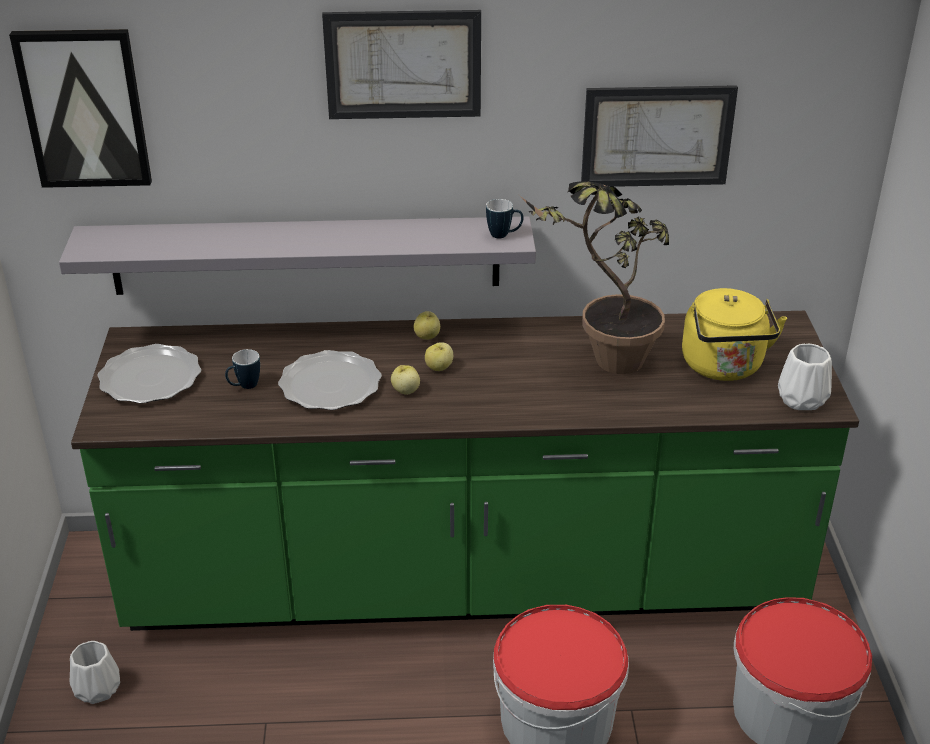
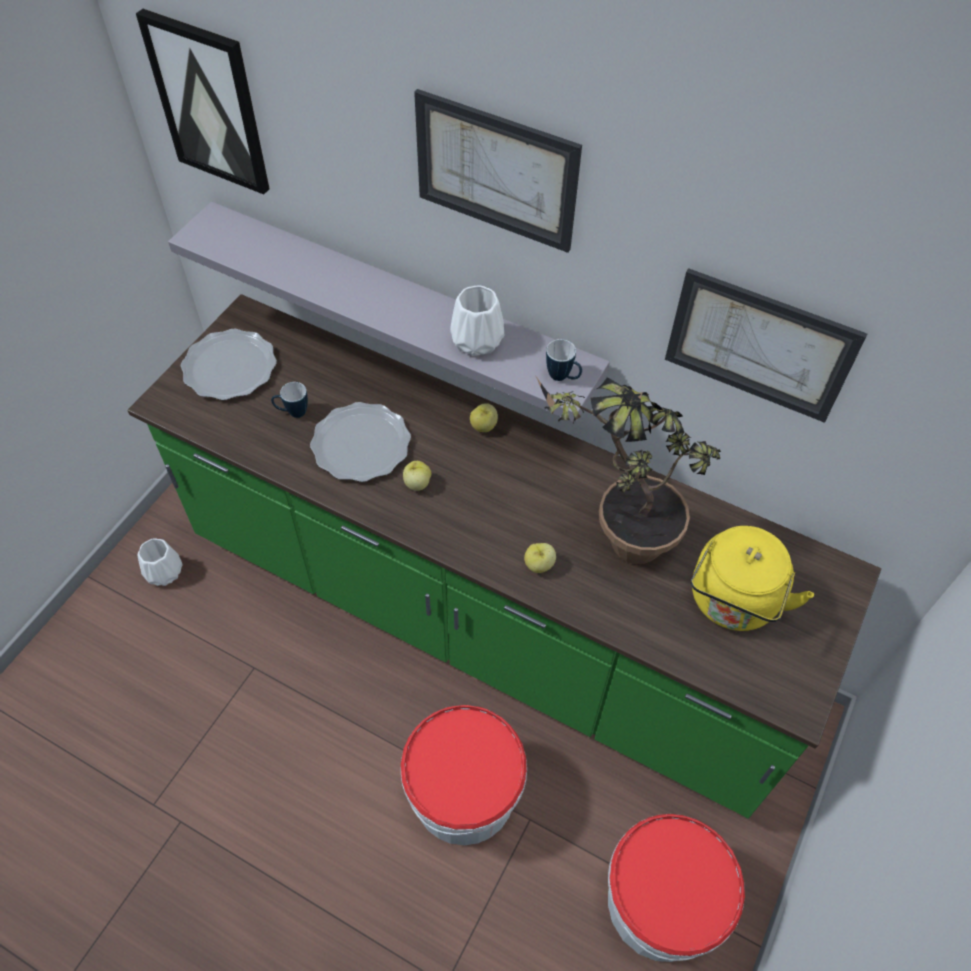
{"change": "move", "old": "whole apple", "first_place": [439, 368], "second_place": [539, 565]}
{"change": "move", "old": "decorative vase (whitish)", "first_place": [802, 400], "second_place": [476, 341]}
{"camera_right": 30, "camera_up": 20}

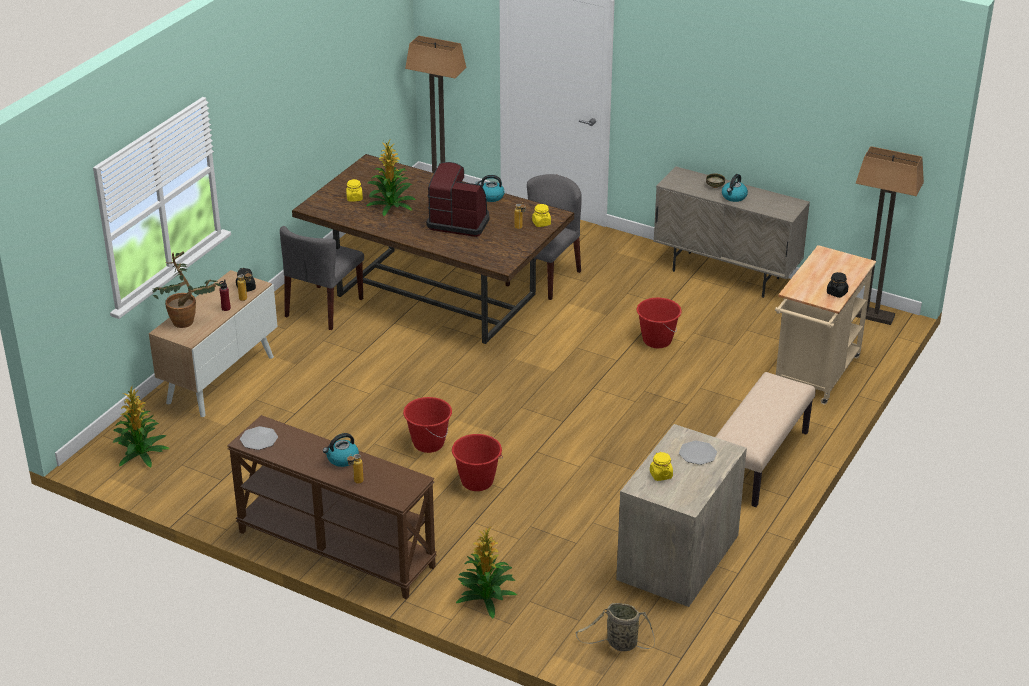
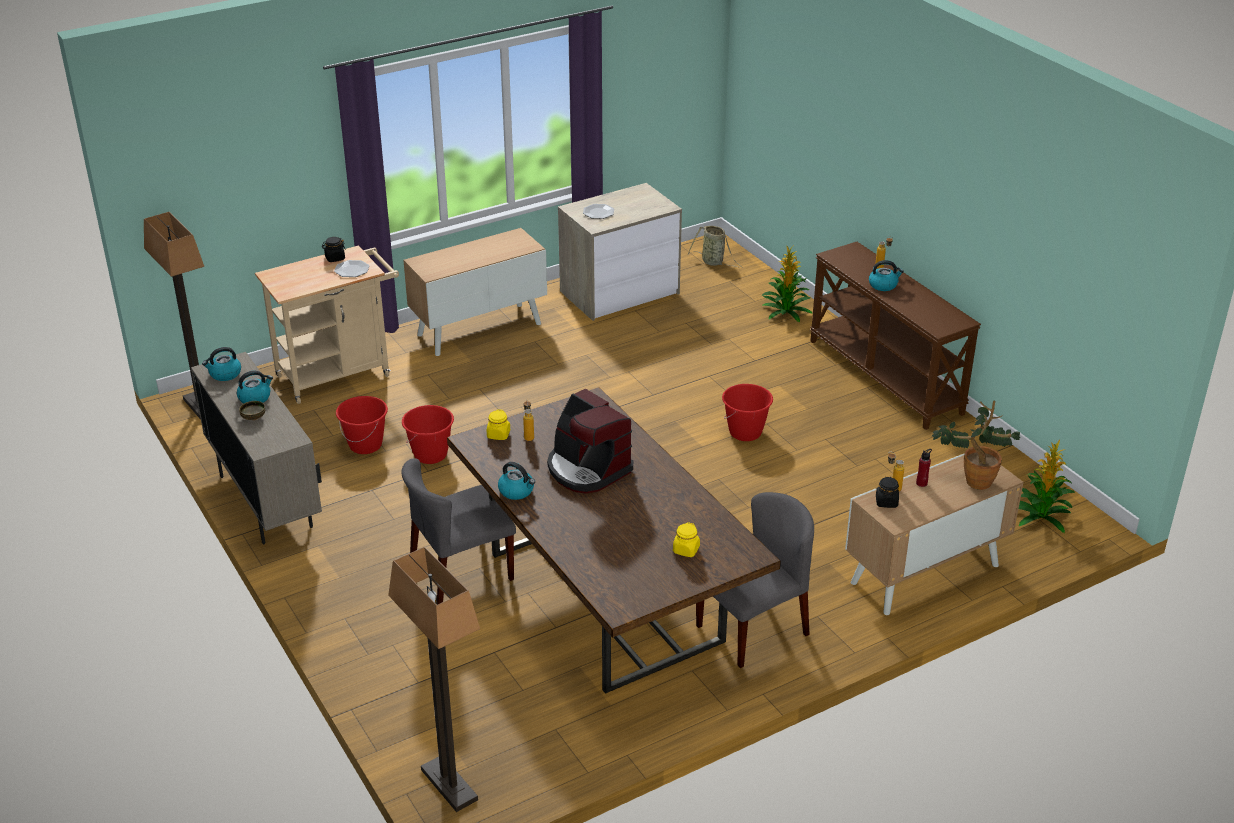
{"change": "delete", "old": "potted plant", "first_place": [391, 206]}
{"change": "delete", "old": "jar (yellowish)", "first_place": [660, 475]}
{"change": "insert", "new": "water kettle", "second_place": [225, 374]}
{"change": "move", "old": "flat dish", "first_place": [259, 439], "second_place": [351, 270]}
{"change": "move", "old": "pail (red-coloured)", "first_place": [477, 482], "second_place": [366, 445]}
{"change": "replace", "old": "long seat (sand-coloured)", "new": "cupboard", "first_place": [759, 462], "second_place": [479, 329]}
{"camera_right": -150, "camera_up": 0}

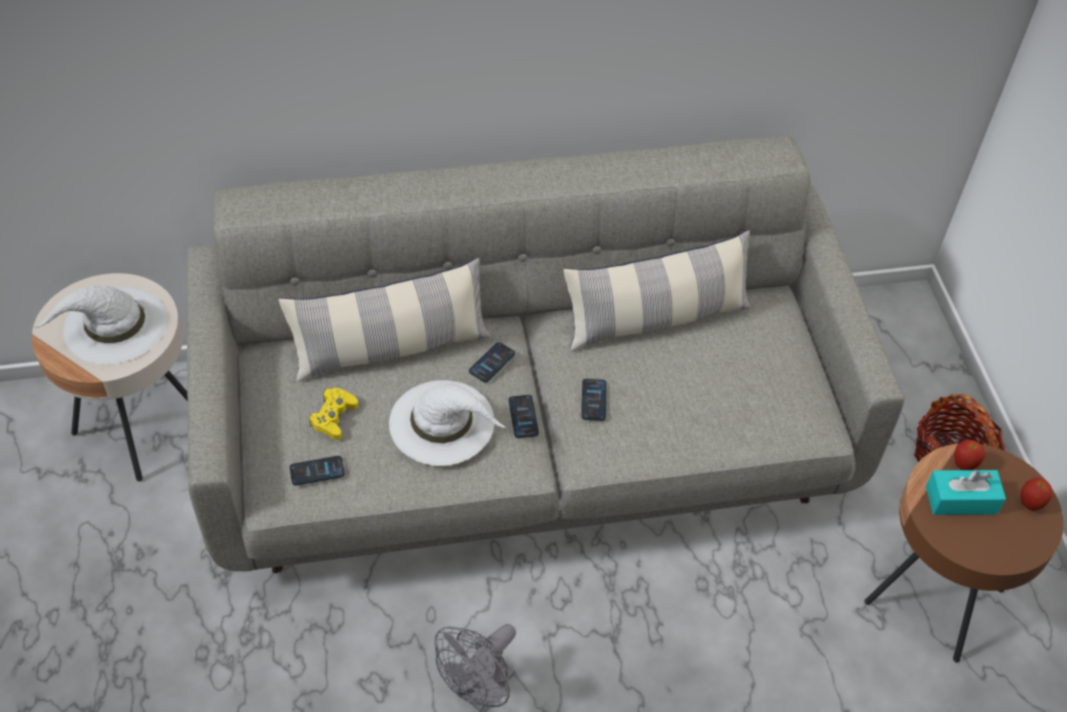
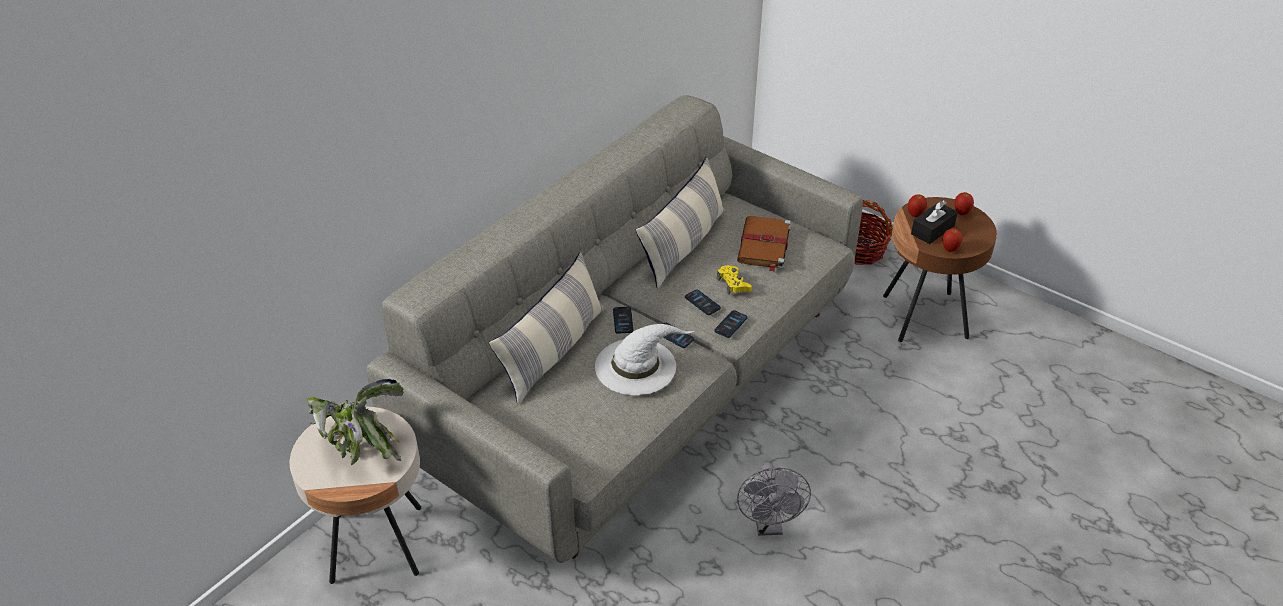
{"change": "insert", "new": "volume (brown)", "second_place": [764, 245]}
{"change": "insert", "new": "whole apple", "second_place": [950, 249]}
{"change": "move", "old": "telephone", "first_place": [317, 471], "second_place": [730, 324]}
{"change": "move", "old": "joypad (yellowish)", "first_place": [334, 417], "second_place": [733, 284]}
{"change": "replace", "old": "clothing hat (whitish)", "new": "potted plant", "first_place": [114, 326], "second_place": [360, 447]}
{"change": "recolor", "old": "tissue holder (blue-green)", "new": "tissue holder (black-coloured)", "first_place": [961, 500], "second_place": [932, 230]}
{"camera_right": -40, "camera_up": -10}

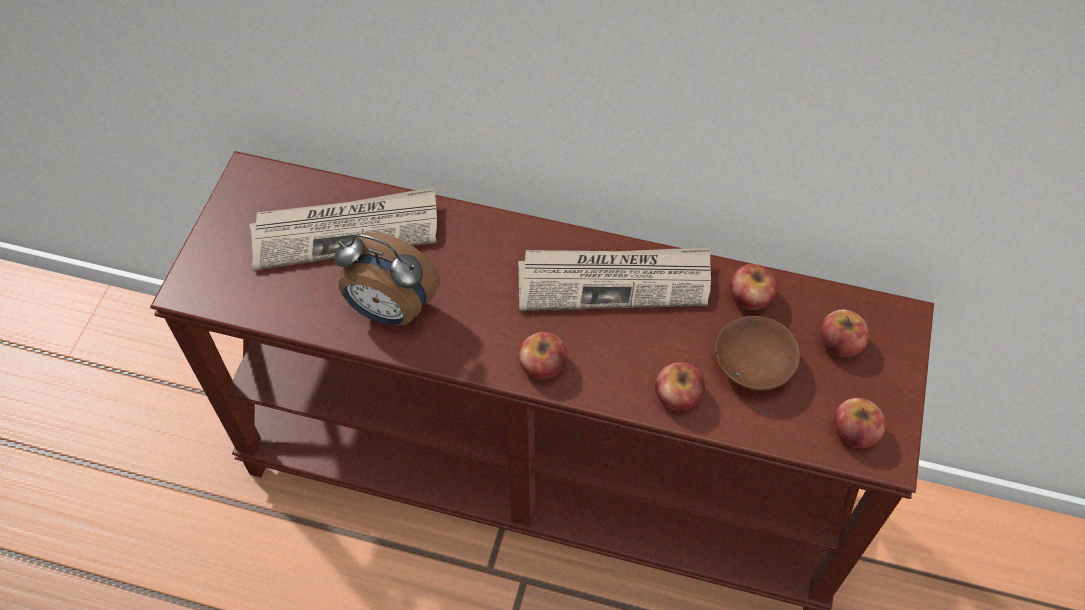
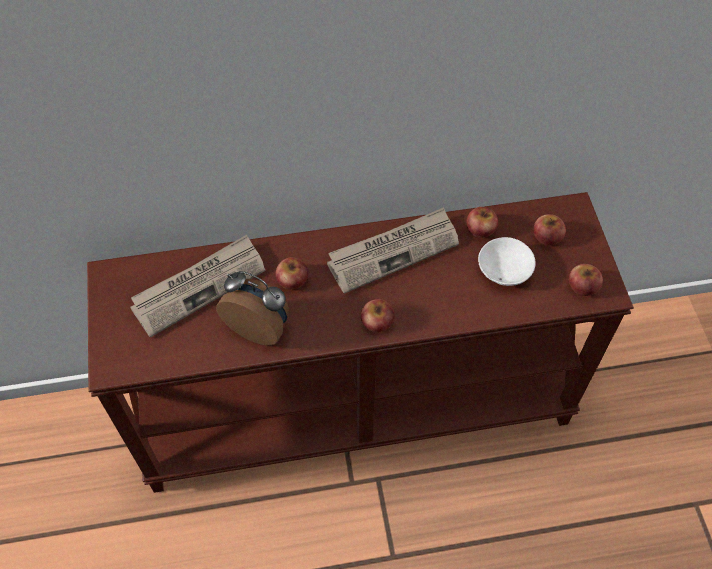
{"change": "move", "old": "whole apple", "first_place": [678, 394], "second_place": [292, 279]}
{"change": "recolor", "old": "bowl (brown)", "new": "bowl (whitish)", "first_place": [756, 365], "second_place": [506, 269]}
{"change": "rotate", "old": "table clock", "first_place": [390, 310], "second_place": [259, 326], "degrees": -150}
{"camera_right": -25, "camera_up": 0}

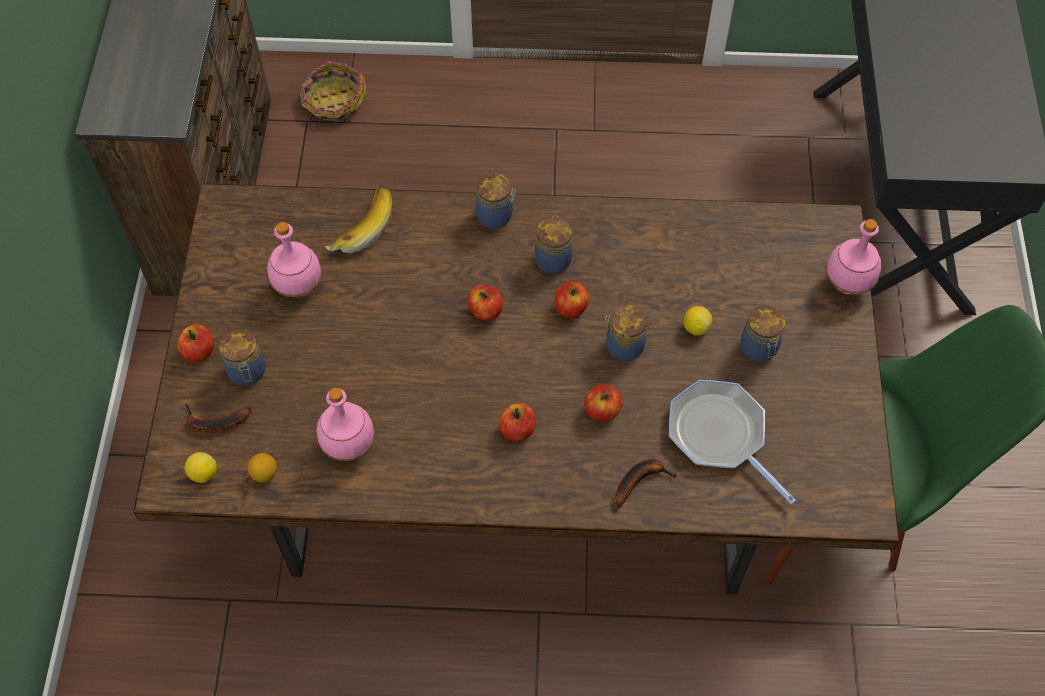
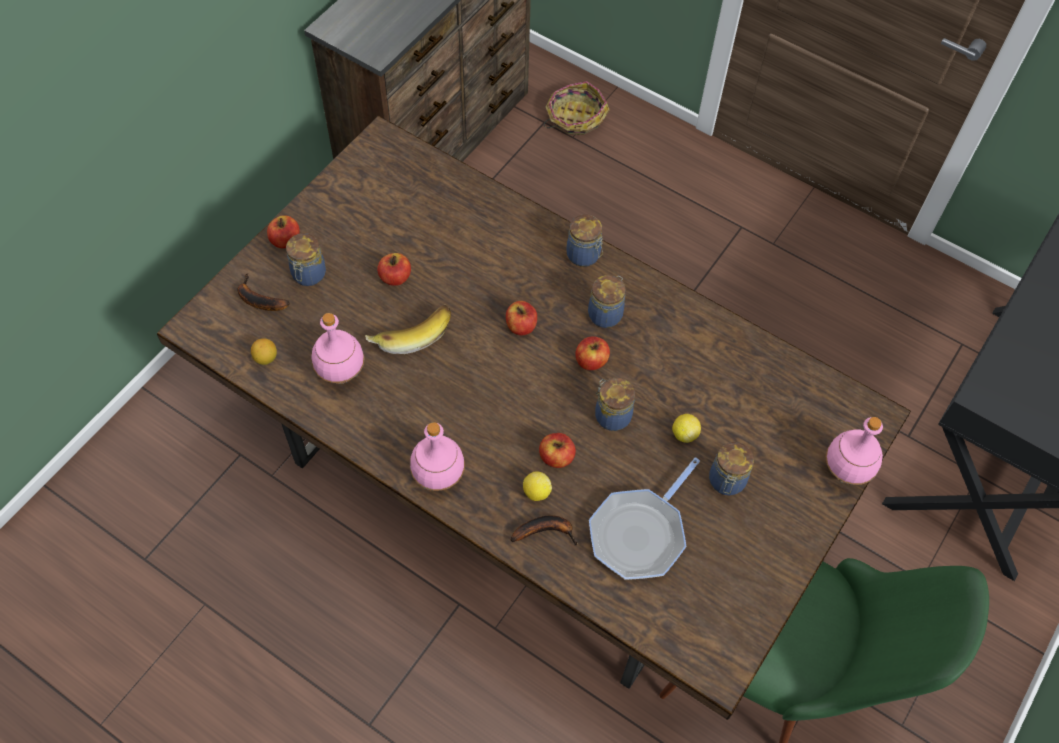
{"change": "move", "old": "citrus fruit", "first_place": [203, 473], "second_place": [536, 492]}
{"change": "move", "old": "drink bottle (pink-coloured)", "first_place": [298, 287], "second_place": [438, 476]}
{"change": "move", "old": "banana", "first_place": [360, 226], "second_place": [411, 332]}
{"change": "move", "old": "whole apple", "first_place": [517, 430], "second_place": [395, 277]}
{"change": "rotate", "old": "pan", "first_place": [720, 435], "second_place": [640, 533], "degrees": -135}
{"camera_right": 30, "camera_up": 0}

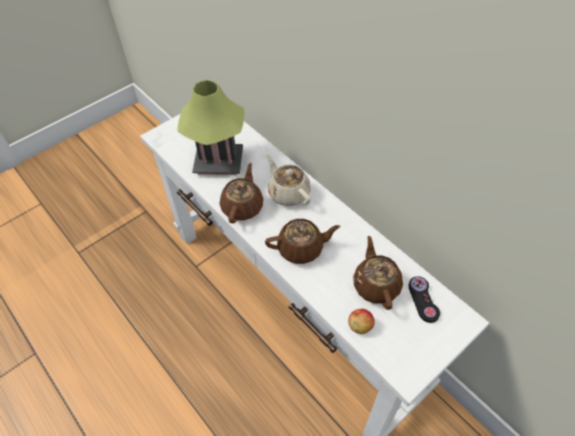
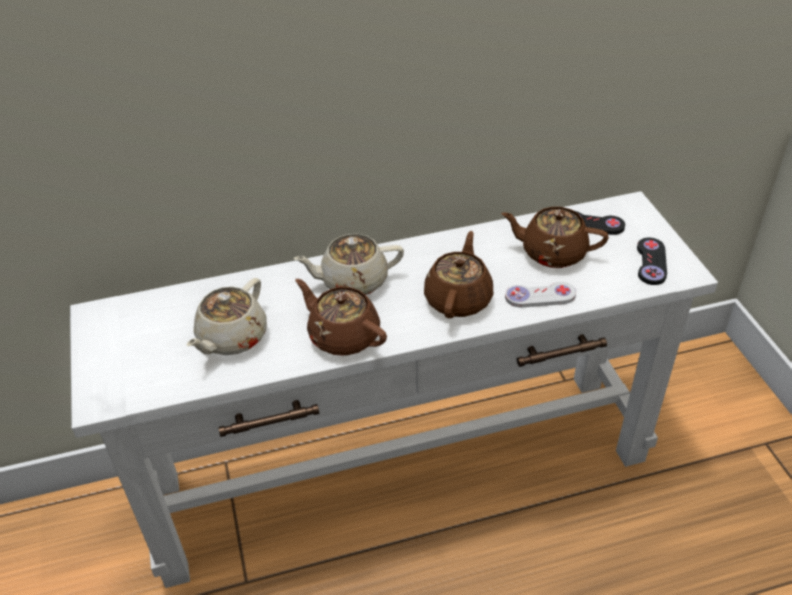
{"change": "delete", "old": "whole apple", "first_place": [360, 326]}
{"change": "insert", "new": "joypad (whitish)", "second_place": [540, 296]}
{"change": "insert", "new": "joypad (black-coloured)", "second_place": [651, 262]}
{"change": "replace", "old": "tabletop lamp", "new": "pot for tea (sand-coloured)", "first_place": [219, 162], "second_place": [231, 338]}
{"camera_right": -65, "camera_up": -10}

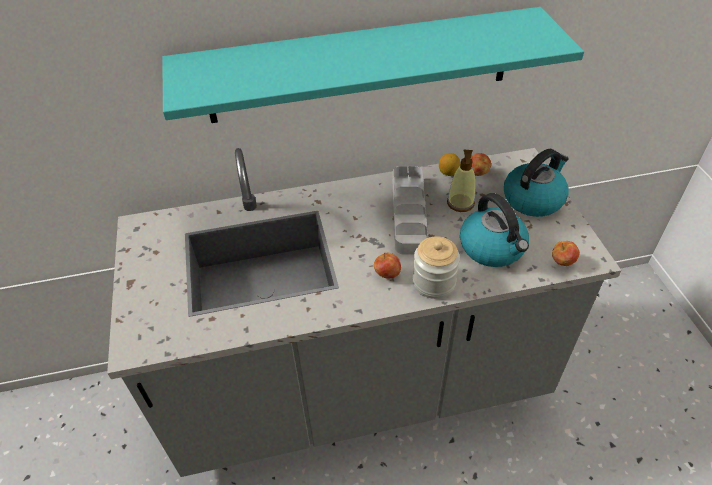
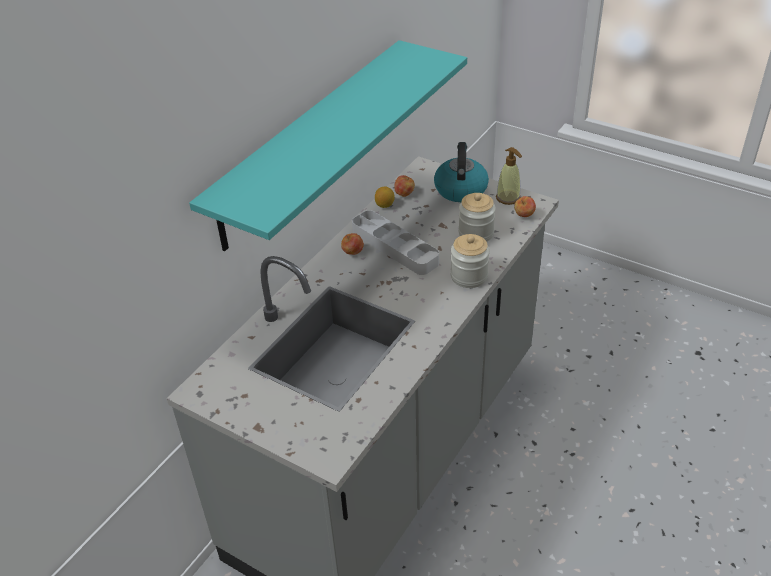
{"change": "move", "old": "whole apple", "first_place": [387, 274], "second_place": [353, 253]}
{"change": "move", "old": "liquid soap bottle", "first_place": [460, 203], "second_place": [508, 198]}
{"change": "replace", "old": "water kettle", "new": "jar", "first_place": [493, 248], "second_place": [476, 233]}
{"camera_right": -45, "camera_up": -5}

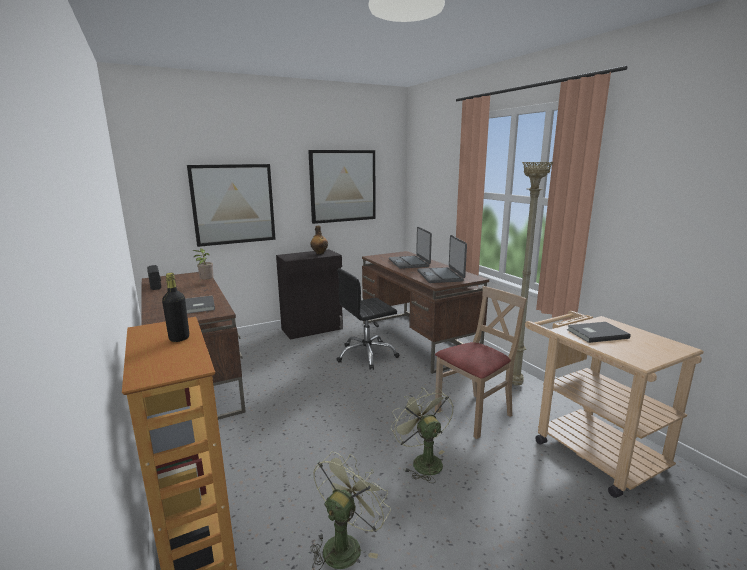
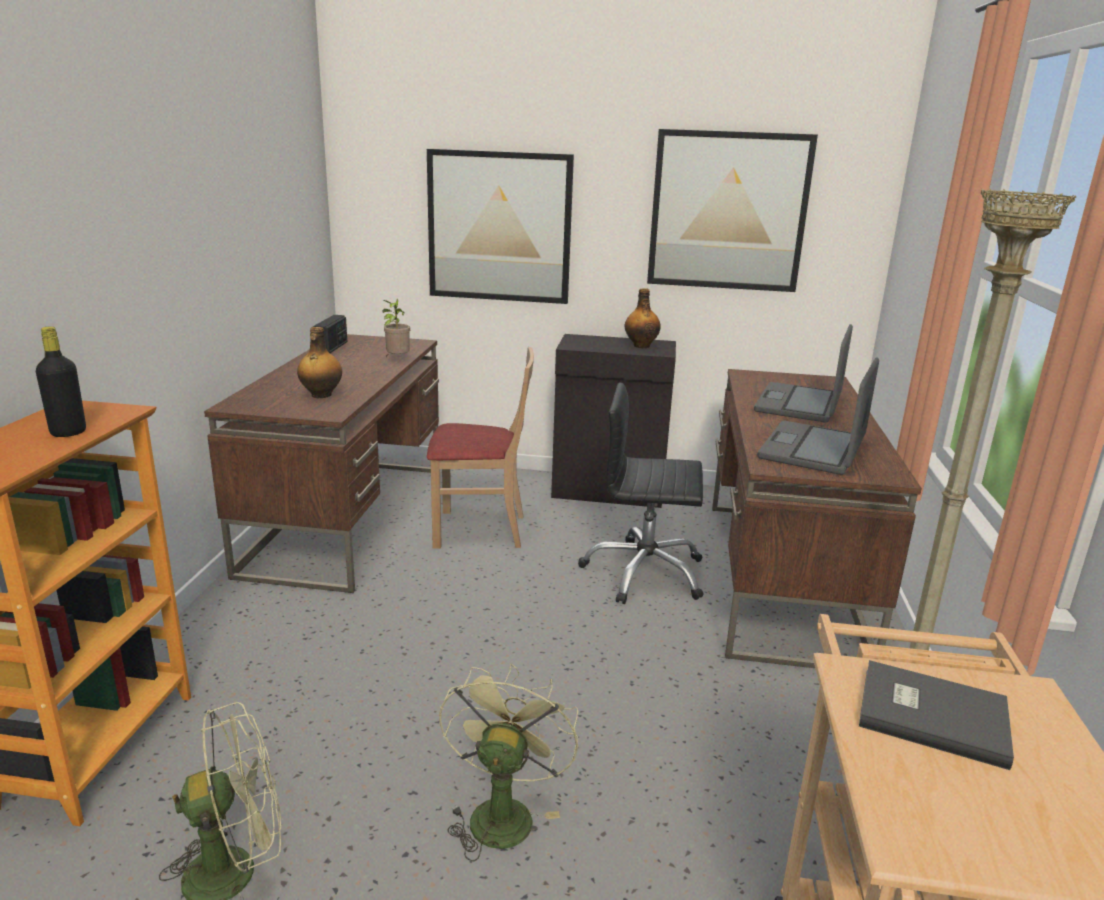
{"change": "move", "old": "upright chair (sand-coloured)", "first_place": [474, 414], "second_place": [479, 530]}
{"change": "replace", "old": "volume (grey)", "new": "drink bottle", "first_place": [198, 306], "second_place": [321, 395]}
{"camera_right": 35, "camera_up": 5}

